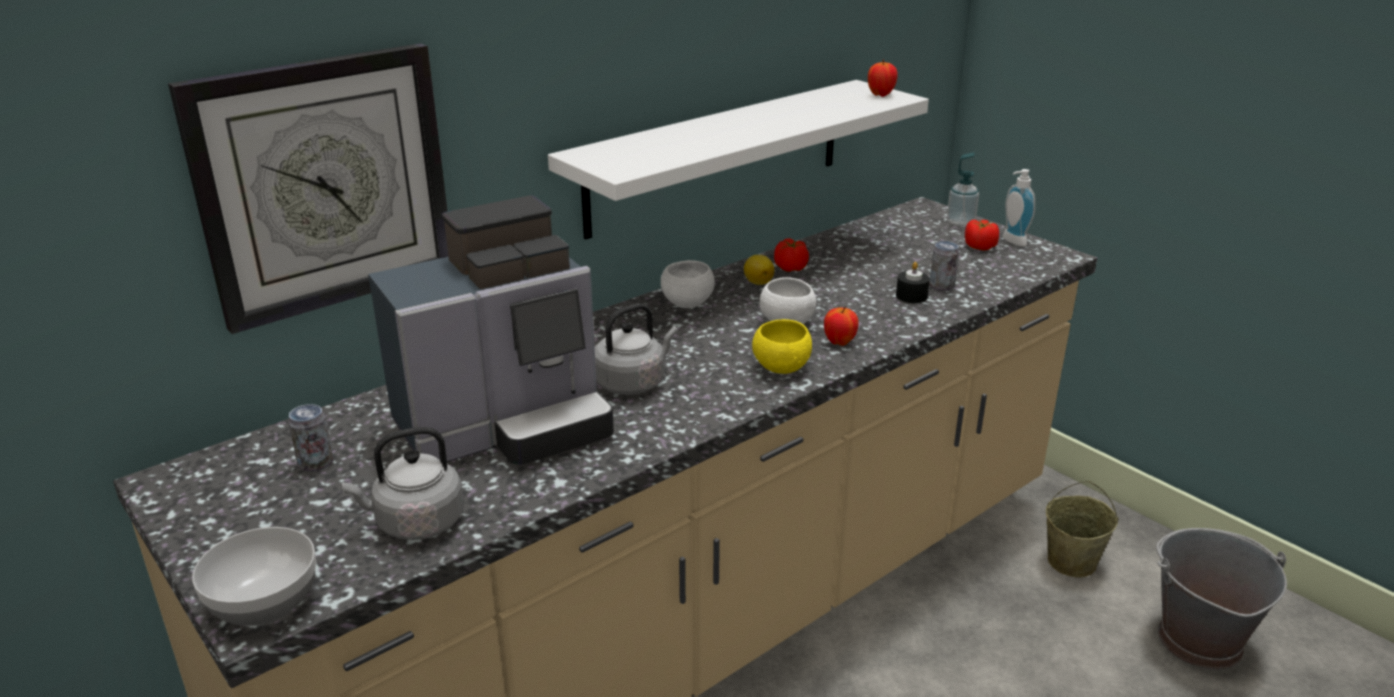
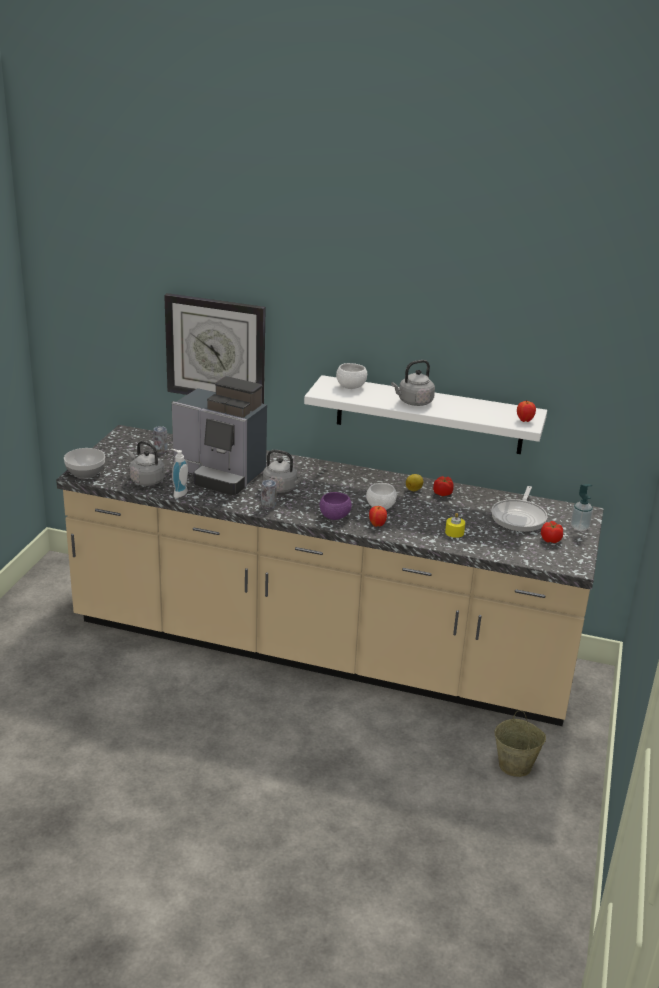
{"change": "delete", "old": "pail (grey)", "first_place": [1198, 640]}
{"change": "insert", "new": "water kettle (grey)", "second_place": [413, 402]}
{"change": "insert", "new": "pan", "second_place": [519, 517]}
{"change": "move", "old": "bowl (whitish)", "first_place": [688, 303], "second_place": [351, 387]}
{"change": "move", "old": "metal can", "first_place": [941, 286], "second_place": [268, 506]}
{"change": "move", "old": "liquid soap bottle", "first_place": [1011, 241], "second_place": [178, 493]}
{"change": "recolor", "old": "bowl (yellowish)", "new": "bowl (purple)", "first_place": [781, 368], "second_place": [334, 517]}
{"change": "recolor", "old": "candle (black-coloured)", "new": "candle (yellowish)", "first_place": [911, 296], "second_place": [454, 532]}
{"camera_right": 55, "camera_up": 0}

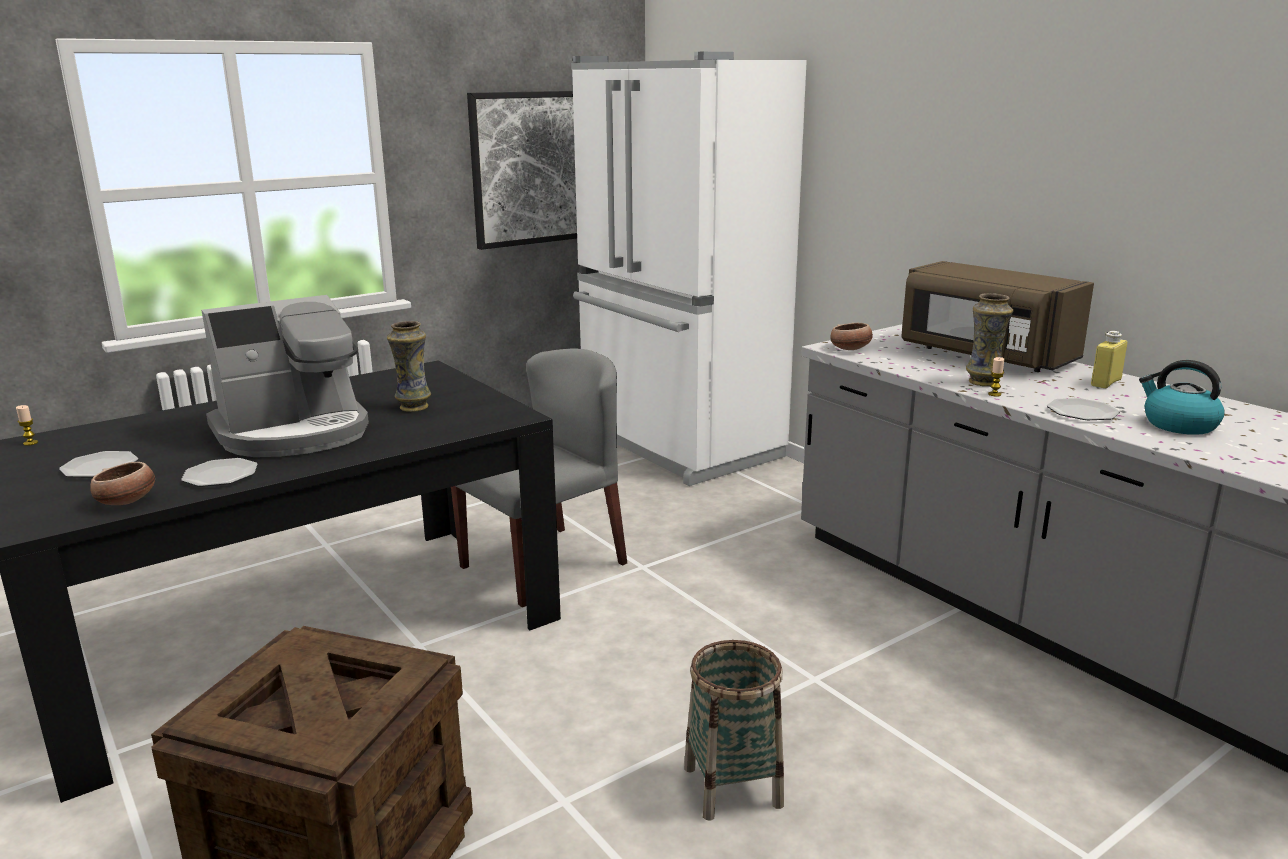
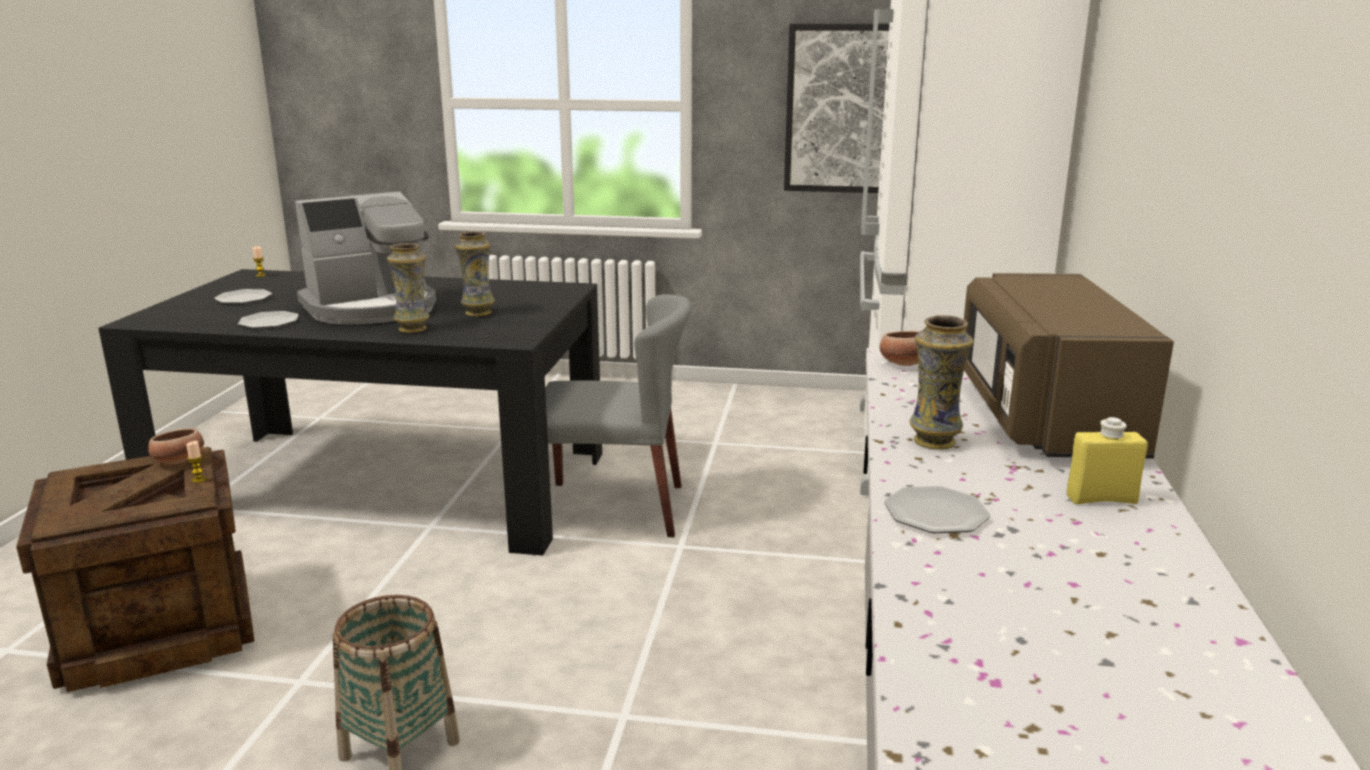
{"change": "delete", "old": "water kettle", "first_place": [1178, 425]}
{"change": "insert", "new": "decorative vase", "second_place": [413, 329]}
{"change": "move", "old": "bowl", "first_place": [127, 502], "second_place": [179, 461]}
{"change": "move", "old": "candle", "first_place": [994, 394], "second_place": [199, 480]}
{"change": "rotate", "old": "coffee brewer", "first_place": [294, 433], "second_place": [372, 308], "degrees": -45}
{"camera_right": 45, "camera_up": 0}

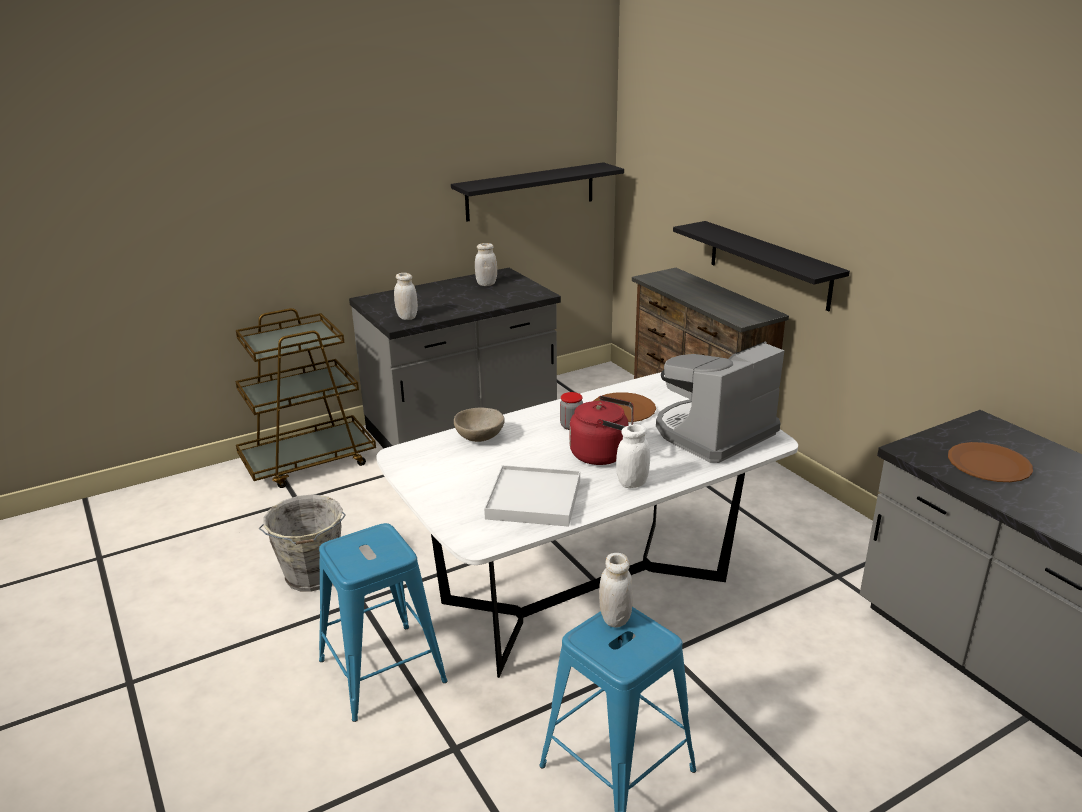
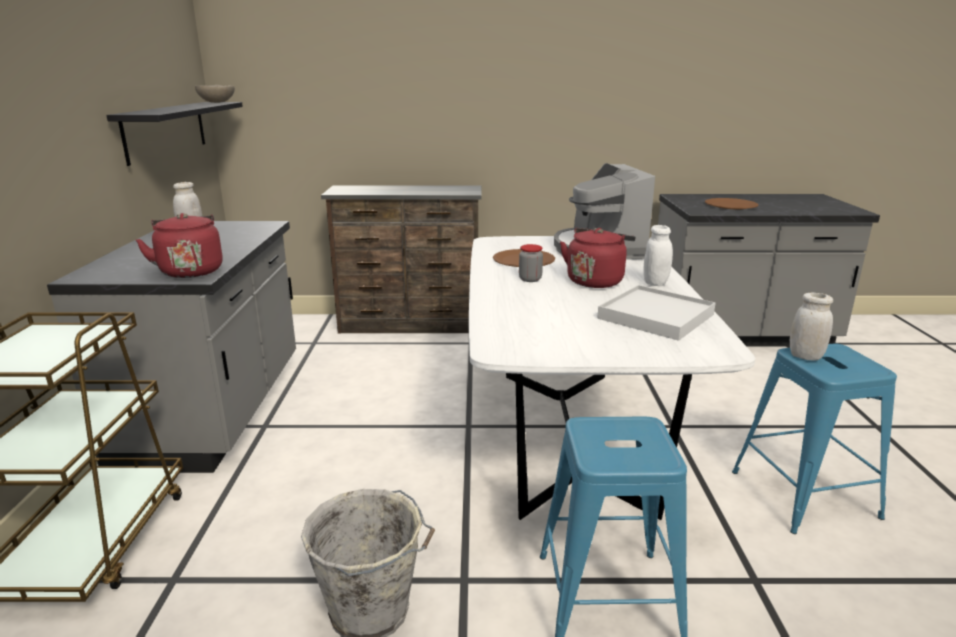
{"change": "delete", "old": "shelf (black-coloured)", "first_place": [769, 265]}
{"change": "move", "old": "bowl (sand-coloured)", "first_place": [479, 438], "second_place": [217, 102]}
{"change": "replace", "old": "jar (whitish)", "new": "water kettle (red-coloured)", "first_place": [407, 317], "second_place": [190, 271]}
{"camera_right": -60, "camera_up": -5}

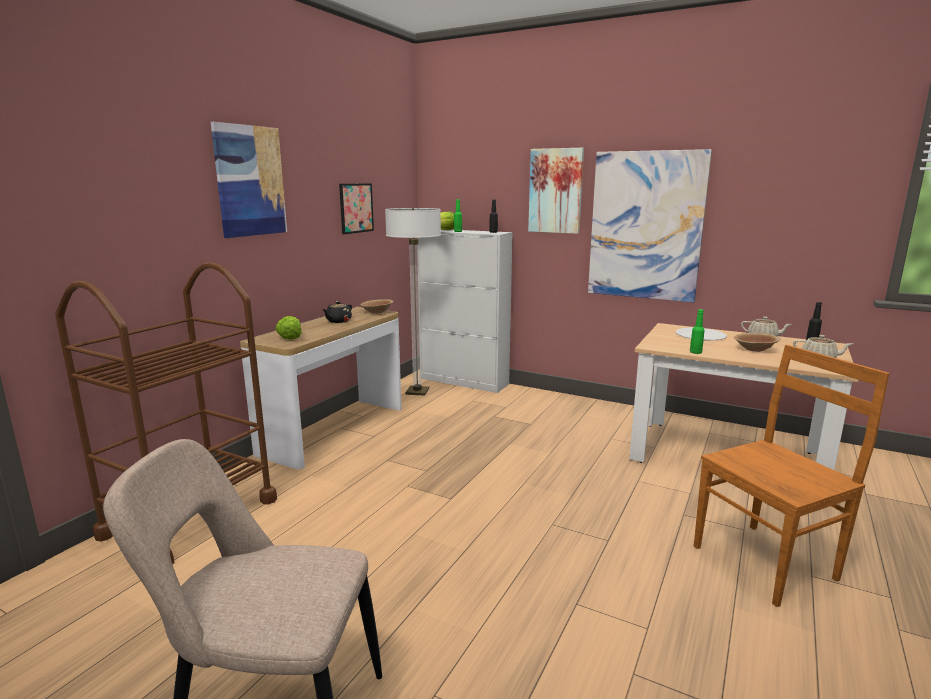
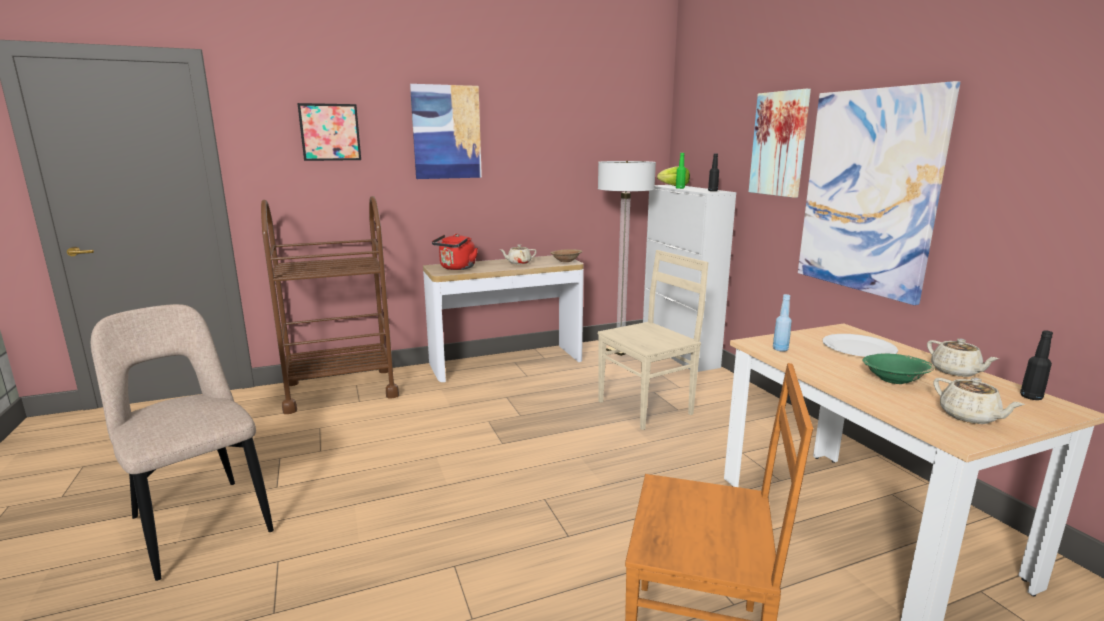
{"change": "delete", "old": "drink bottle (green)", "first_place": [695, 352]}
{"change": "insert", "new": "upright chair (sand-coloured)", "second_place": [647, 407]}
{"change": "insert", "new": "drink bottle (blue-coloured)", "second_place": [780, 349]}
{"change": "move", "old": "wall picture", "first_place": [356, 208], "second_place": [330, 132]}
{"change": "replace", "old": "head of lettuce", "new": "water kettle (red-coloured)", "first_place": [289, 337], "second_place": [456, 268]}
{"change": "recolor", "old": "pot for tea (black-coloured)", "new": "pot for tea (sand-coloured)", "first_place": [338, 321], "second_place": [518, 263]}
{"change": "recolor", "old": "bowl (brown)", "new": "bowl (green)", "first_place": [754, 349], "second_place": [894, 380]}
{"camera_right": 40, "camera_up": 0}

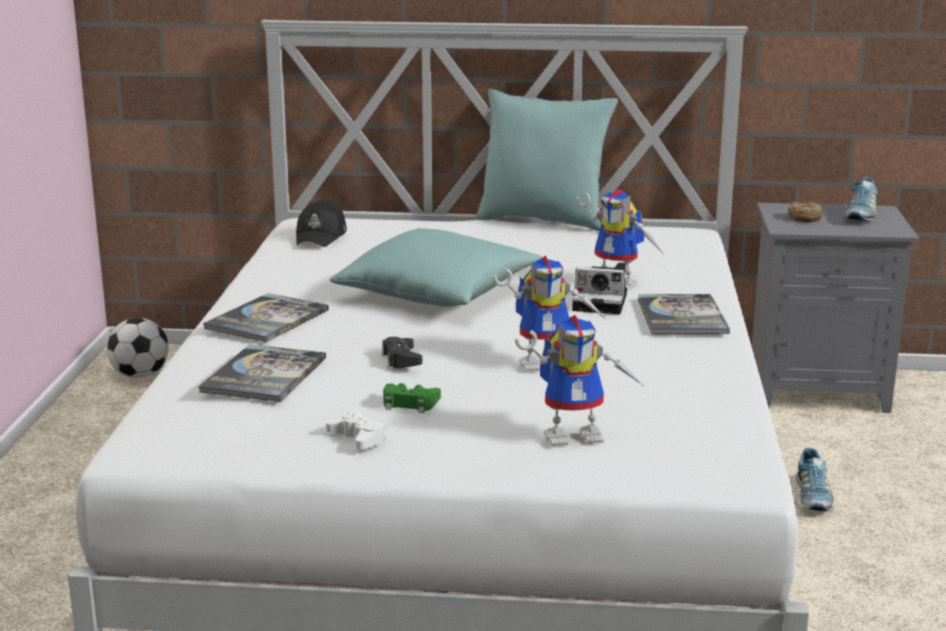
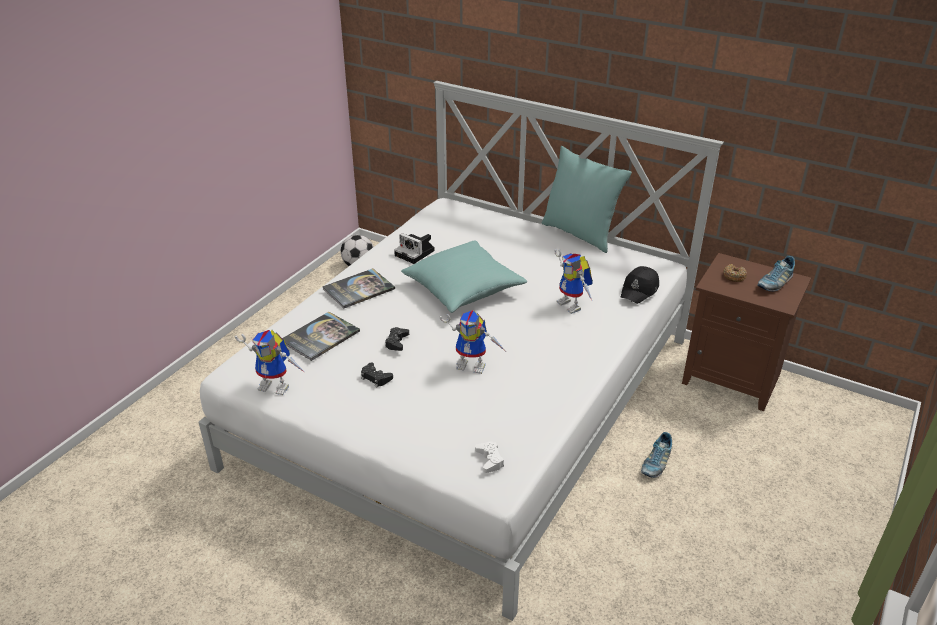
{"change": "delete", "old": "volume", "first_place": [682, 316]}
{"change": "move", "old": "baseball cap (black-coloured)", "first_place": [321, 236], "second_place": [640, 290]}
{"change": "move", "old": "joypad (whitish)", "first_place": [357, 438], "second_place": [489, 460]}
{"change": "move", "old": "model robot", "first_place": [576, 434], "second_place": [278, 385]}
{"change": "move", "old": "still camera", "first_place": [602, 302], "second_place": [416, 253]}
{"change": "recolor", "old": "joypad (green)", "new": "joypad (black-coloured)", "first_place": [409, 403], "second_place": [376, 378]}
{"change": "recolor", "old": "night table (grey)", "new": "night table (brown)", "first_place": [819, 389], "second_place": [733, 378]}
{"camera_right": 25, "camera_up": 15}

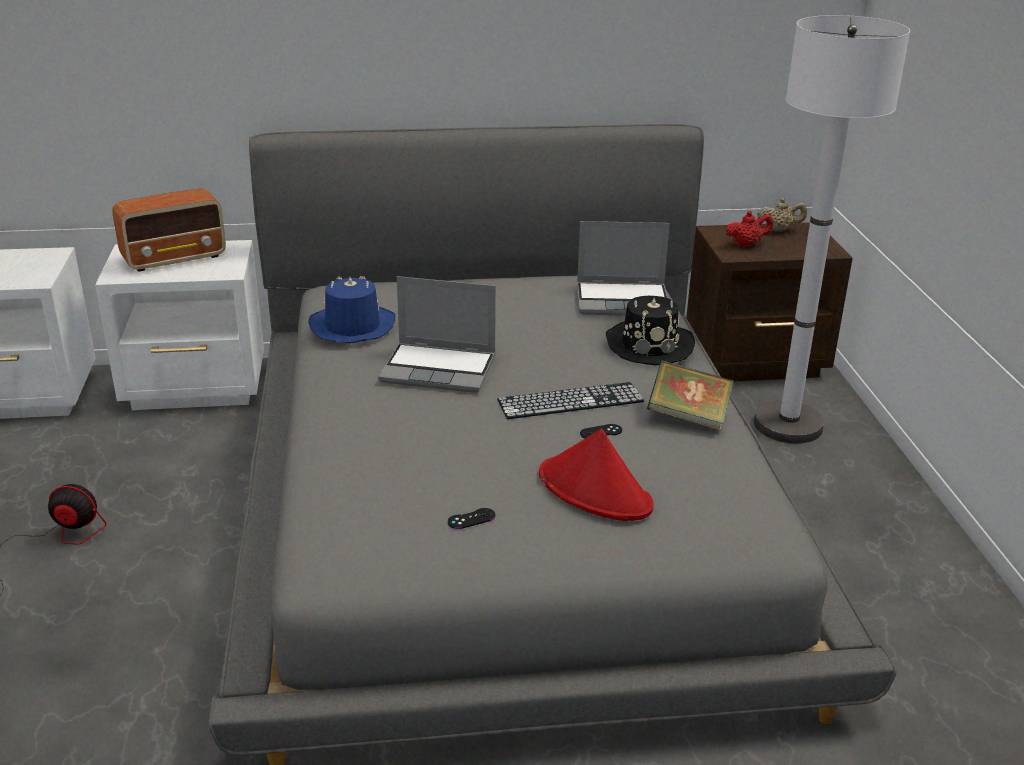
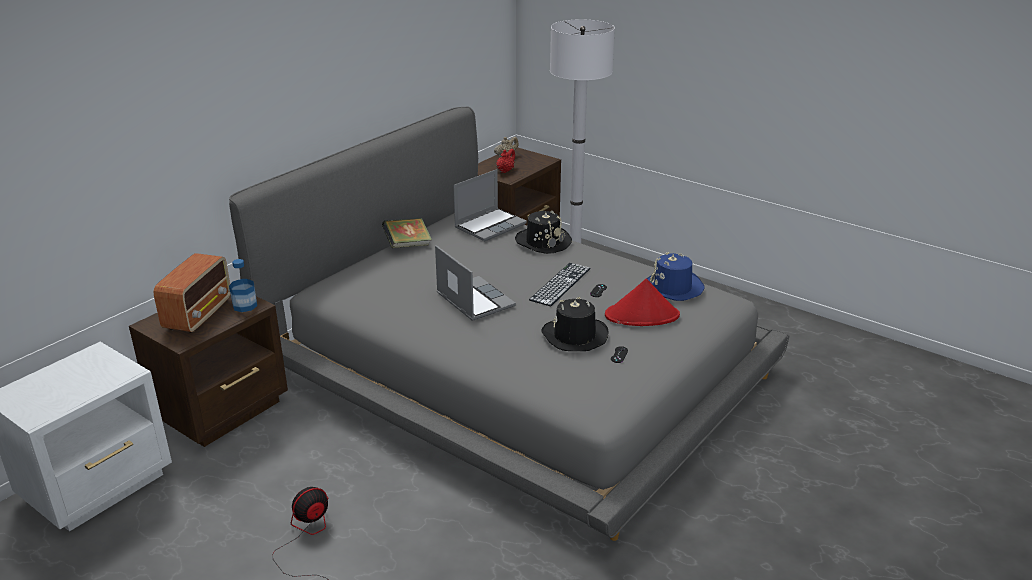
{"change": "insert", "new": "drink bottle", "second_place": [245, 306]}
{"change": "insert", "new": "clothing hat (black-coloured)", "second_place": [574, 336]}
{"change": "move", "old": "clothing hat (blue-coloured)", "first_place": [352, 326], "second_place": [672, 288]}
{"change": "move", "old": "volume", "first_place": [688, 417], "second_place": [407, 245]}
{"change": "recolor", "old": "night table (whitish)", "new": "night table (brown)", "first_place": [197, 388], "second_place": [224, 411]}
{"change": "rotate", "old": "notebook computer", "first_place": [440, 369], "second_place": [473, 300], "degrees": -90}
{"camera_right": -45, "camera_up": 0}

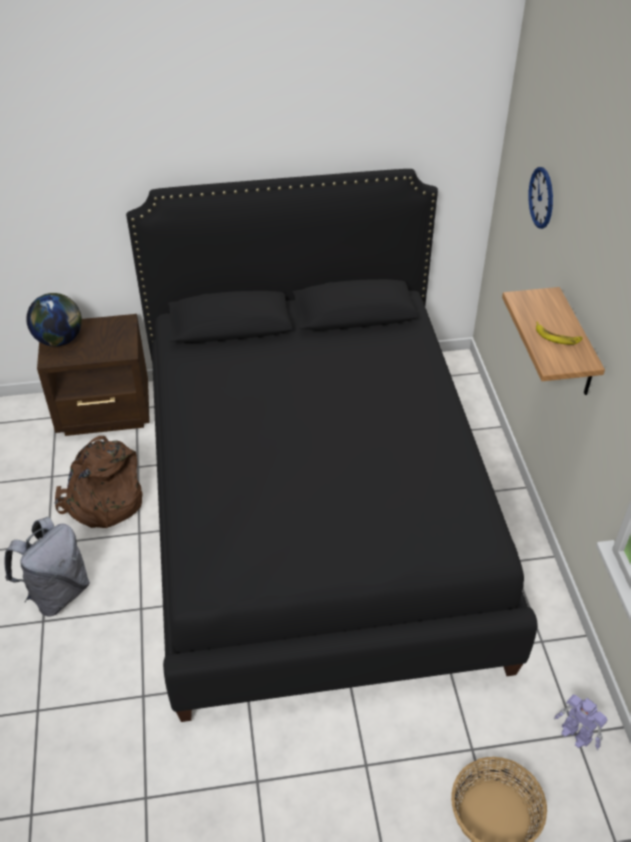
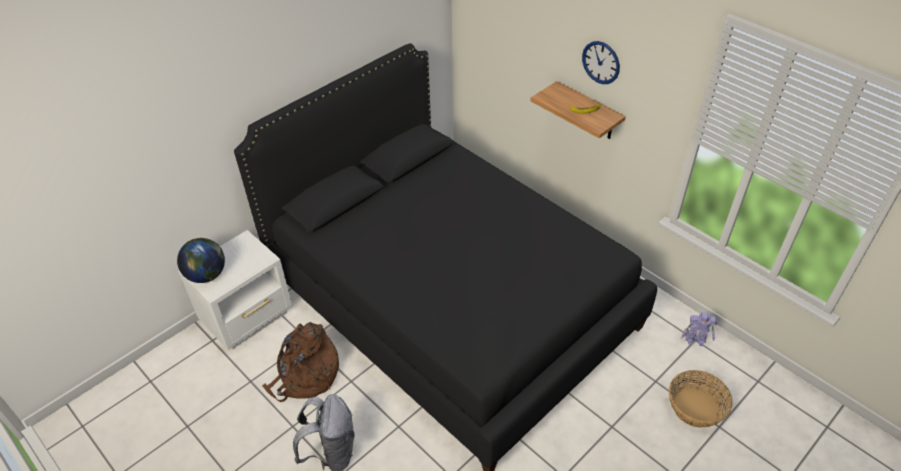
{"change": "move", "old": "clock on the wall", "first_place": [541, 197], "second_place": [601, 62]}
{"change": "recolor", "old": "night table (brown)", "new": "night table (whitish)", "first_place": [106, 412], "second_place": [249, 317]}
{"camera_right": -35, "camera_up": 0}

